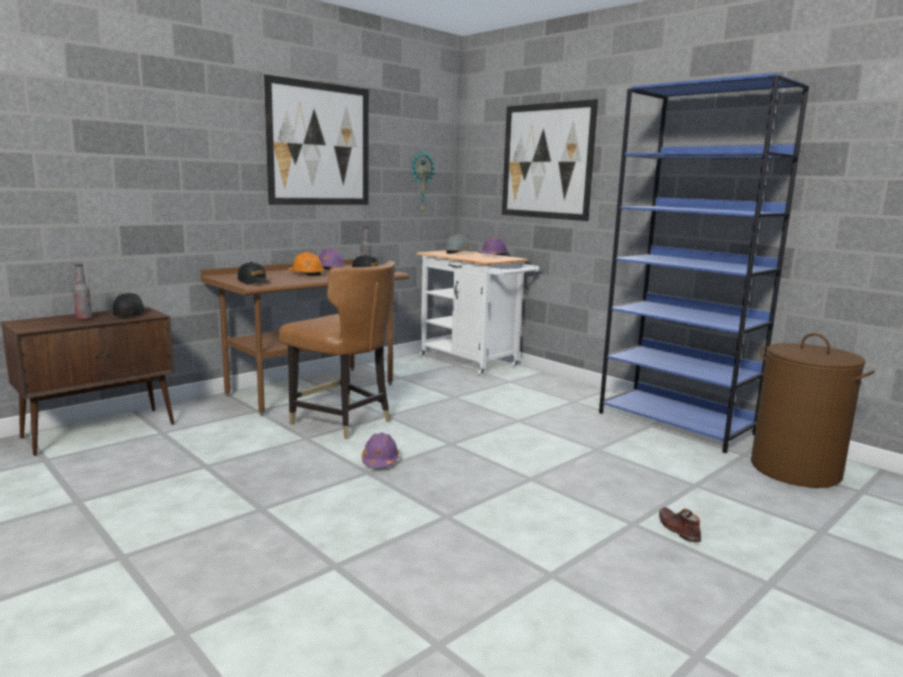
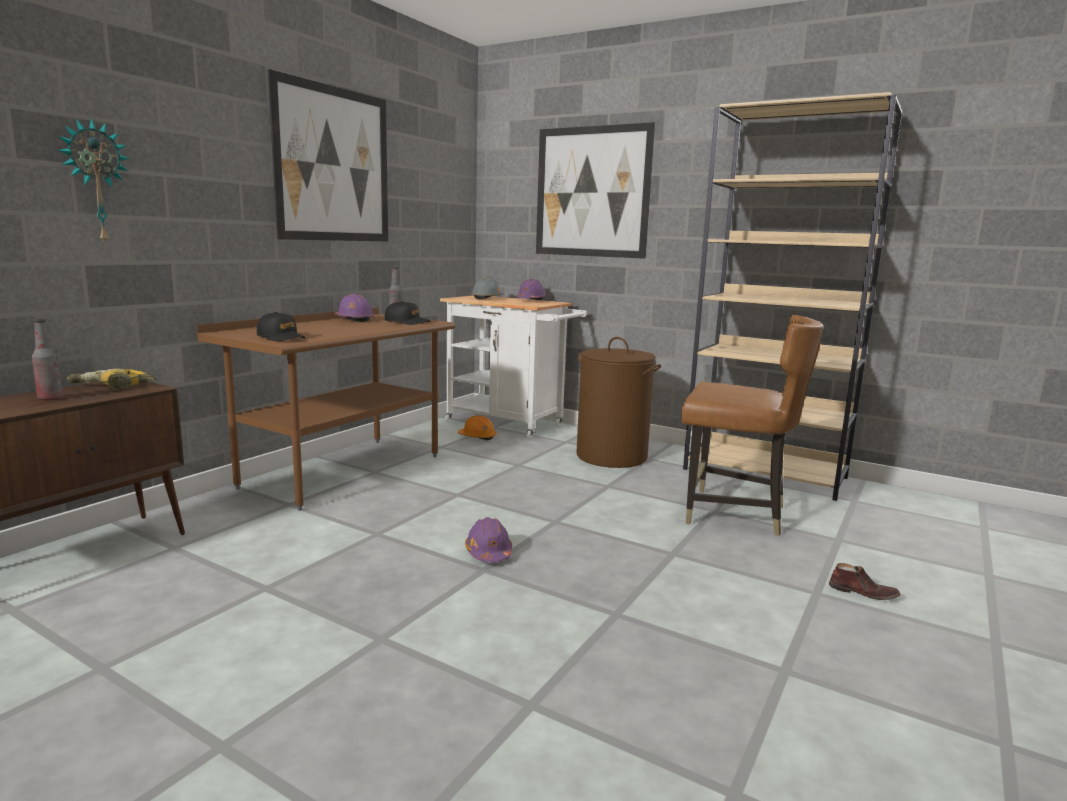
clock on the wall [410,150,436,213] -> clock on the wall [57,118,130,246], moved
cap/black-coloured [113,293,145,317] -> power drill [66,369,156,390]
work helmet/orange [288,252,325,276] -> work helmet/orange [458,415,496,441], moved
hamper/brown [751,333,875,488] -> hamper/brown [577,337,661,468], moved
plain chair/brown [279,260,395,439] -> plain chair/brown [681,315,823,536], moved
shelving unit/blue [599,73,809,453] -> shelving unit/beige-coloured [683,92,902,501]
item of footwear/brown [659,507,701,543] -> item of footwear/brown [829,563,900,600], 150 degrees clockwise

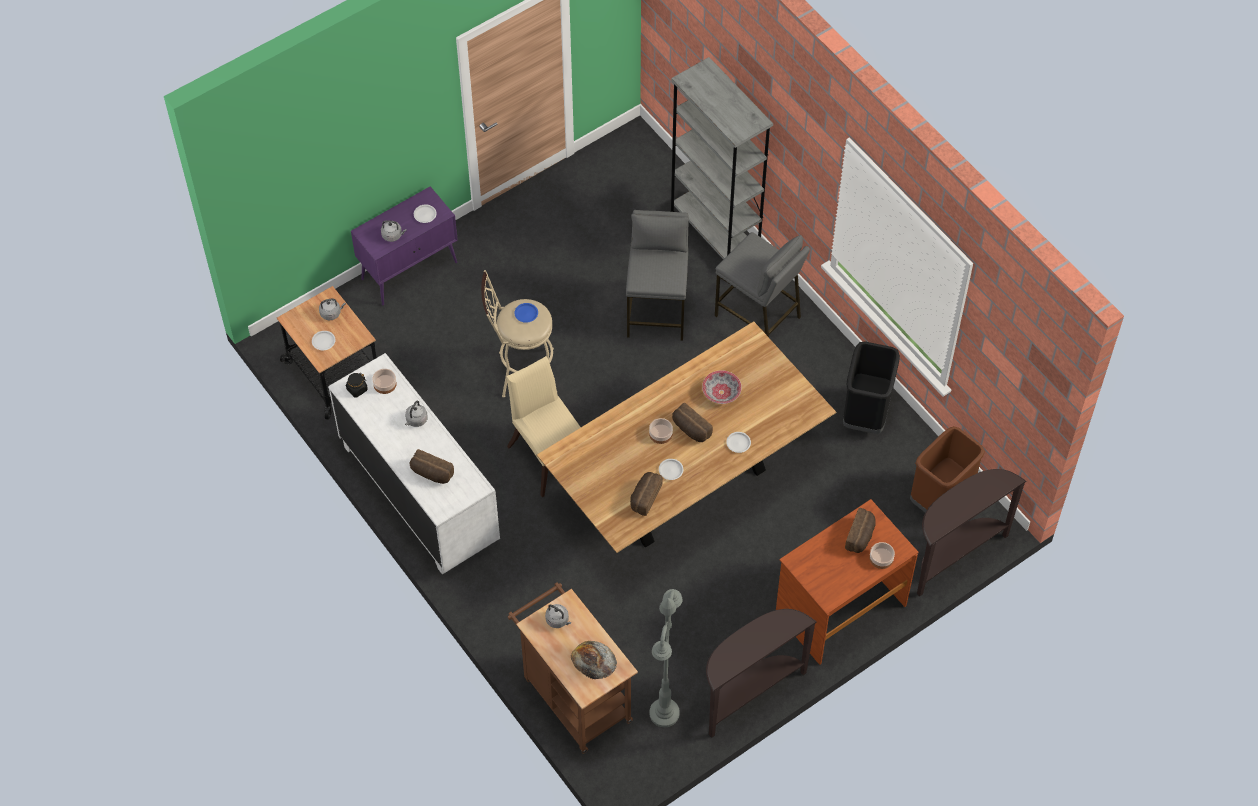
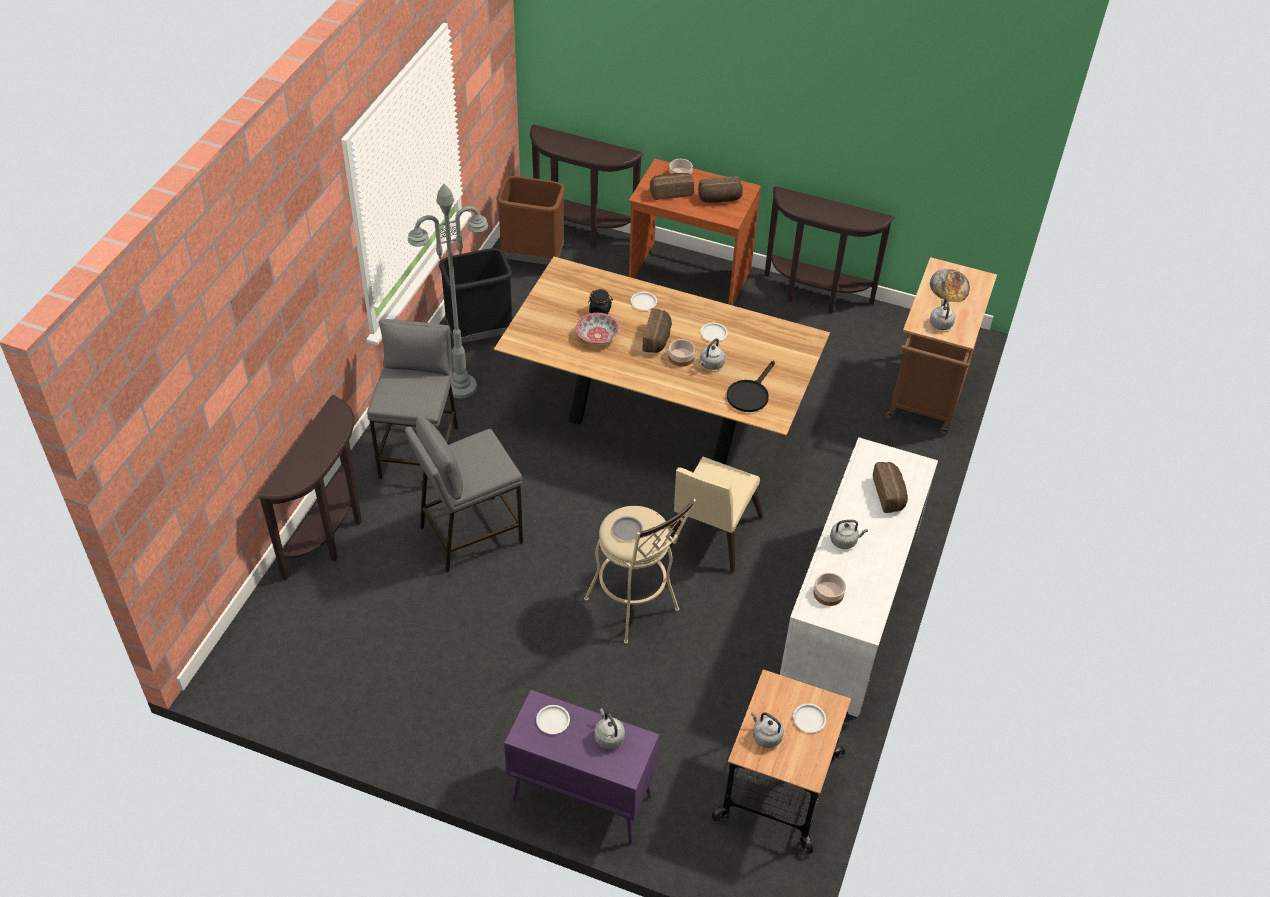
shelving unit/grey [670,57,773,260] -> narrow table/brown [258,395,362,580]
standard lamp/grey [649,589,683,727] -> standard lamp/grey [408,184,488,399], moved
preserve jar/black-coloured [345,373,368,398] -> preserve jar/black-coloured [588,289,613,314], moved
flat dish/blue [514,303,538,323] -> flat dish/grey [612,516,643,540]
bread [630,472,663,516] -> bread [698,176,743,203], moved
none -> kettle/grey [699,338,725,370]
none -> pan/black-coloured [727,361,775,412]

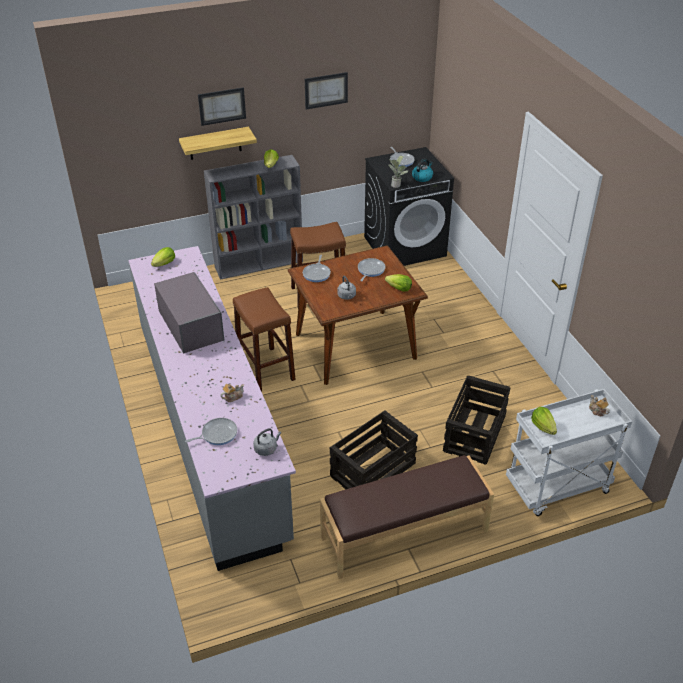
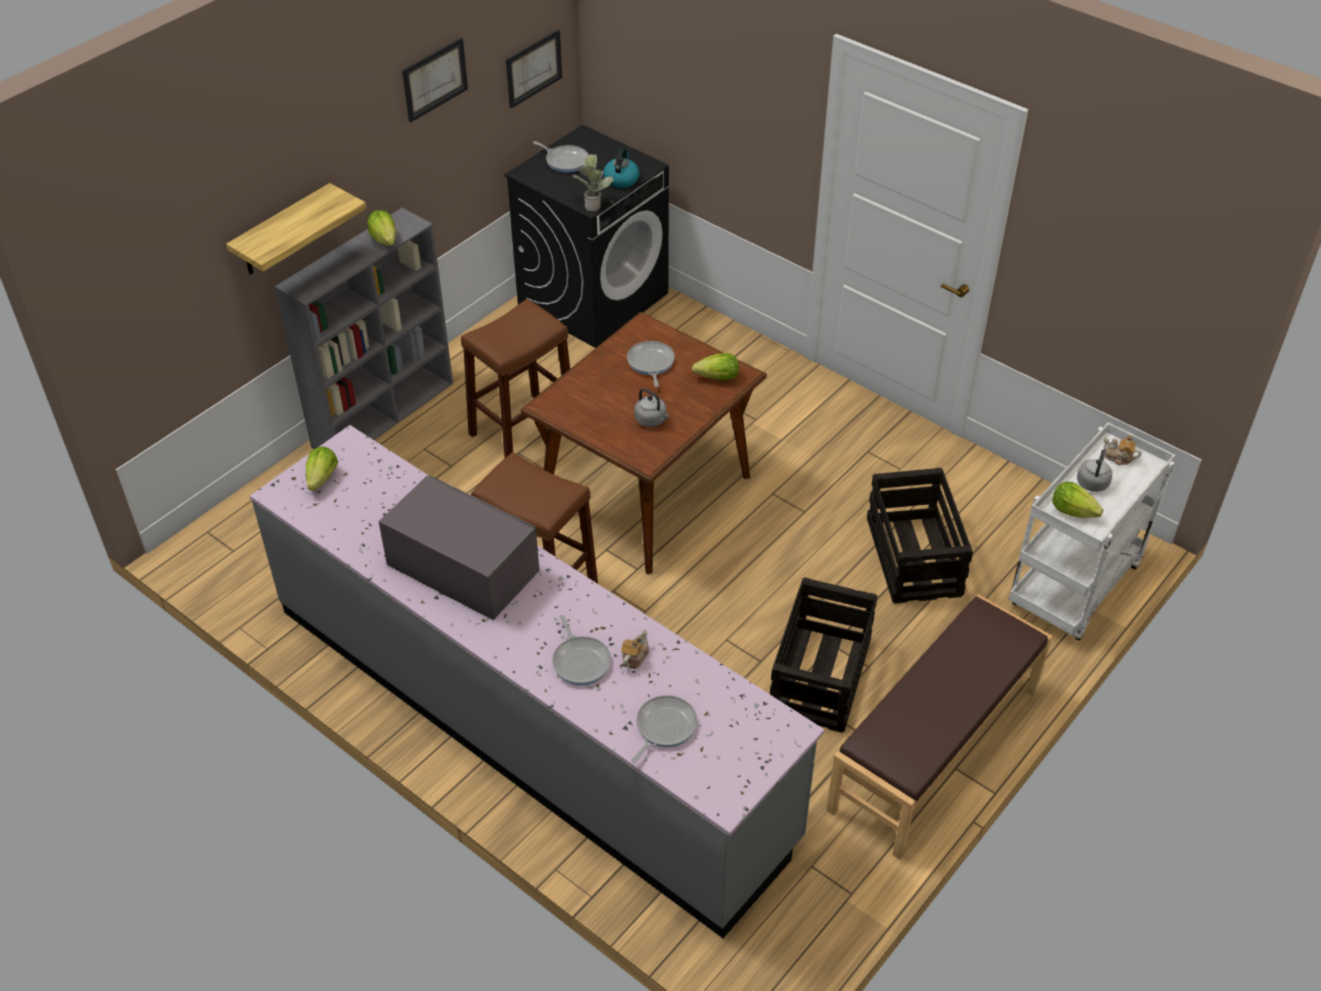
wall art [198,87,246,126] -> wall art [506,29,562,109], moved
pan [303,255,331,282] -> pan [552,615,611,686], moved
kettle/grey [253,428,281,456] -> kettle/grey [1077,450,1112,492], moved

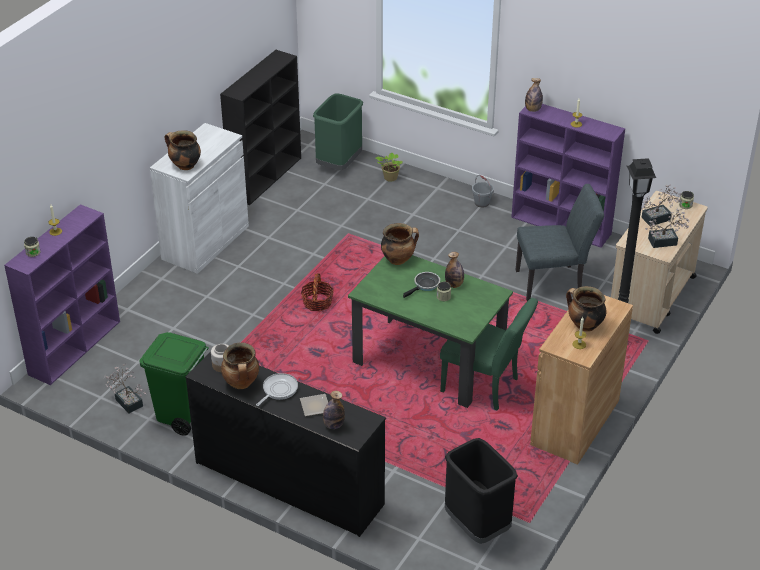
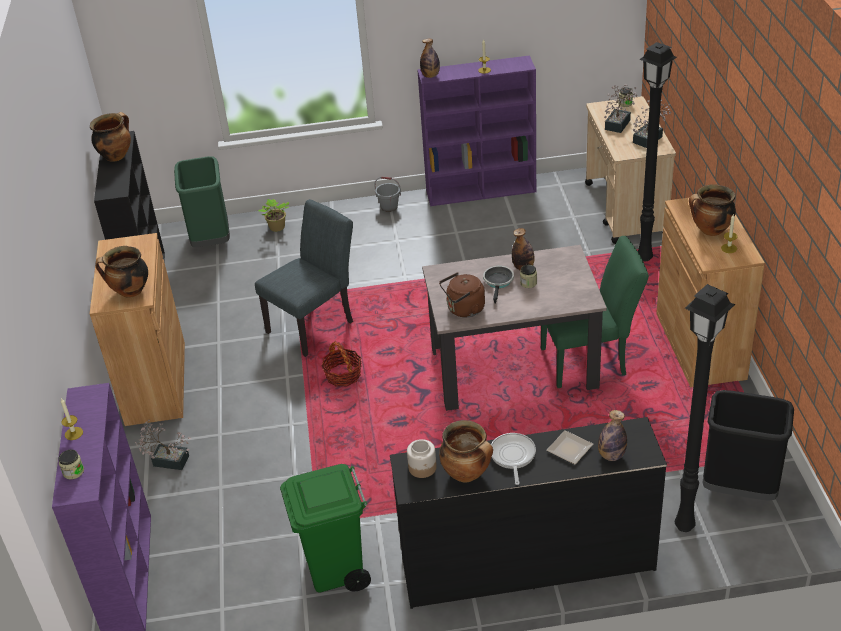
stockpot [381,223,419,265] -> stockpot [90,112,131,162], moved
cupboard/white-coloured [150,123,249,274] -> cupboard/brown [90,233,185,426]
plant in a pot [104,364,146,413] -> plant in a pot [135,420,192,470], moved
plain chair/grey [516,184,604,301] -> plain chair/grey [255,199,353,357], moved
kitchen table/greenish [348,255,513,408] -> kitchen table/beige-coloured [422,245,607,411]
none -> kettle/brown [439,272,485,317]
none -> standard lamp/black-coloured [675,284,735,532]

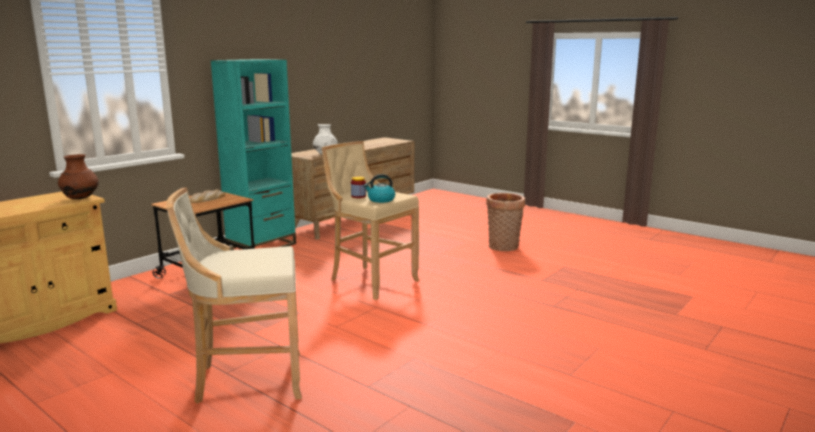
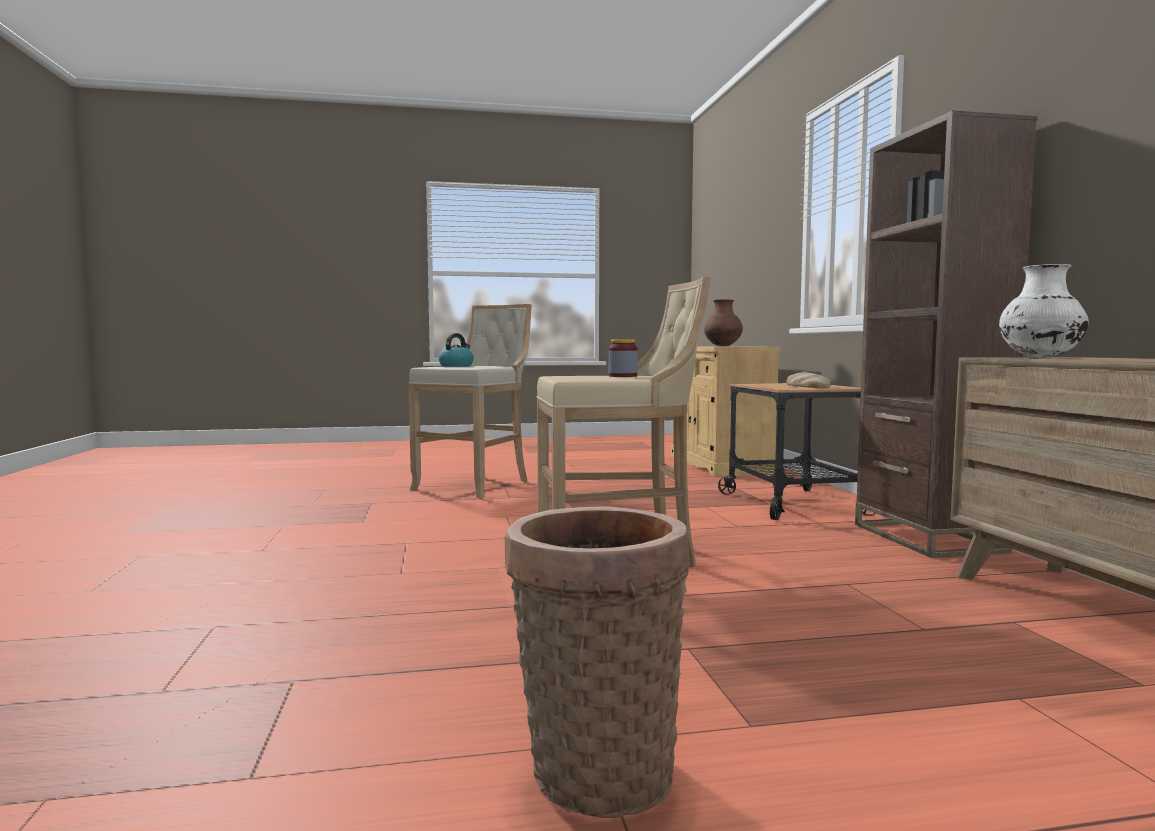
kettle [364,174,395,203] -> kettle [439,333,474,367], moved
shelving unit/turquoise-coloured [211,59,296,250] -> shelving unit/brown [855,111,1037,558]

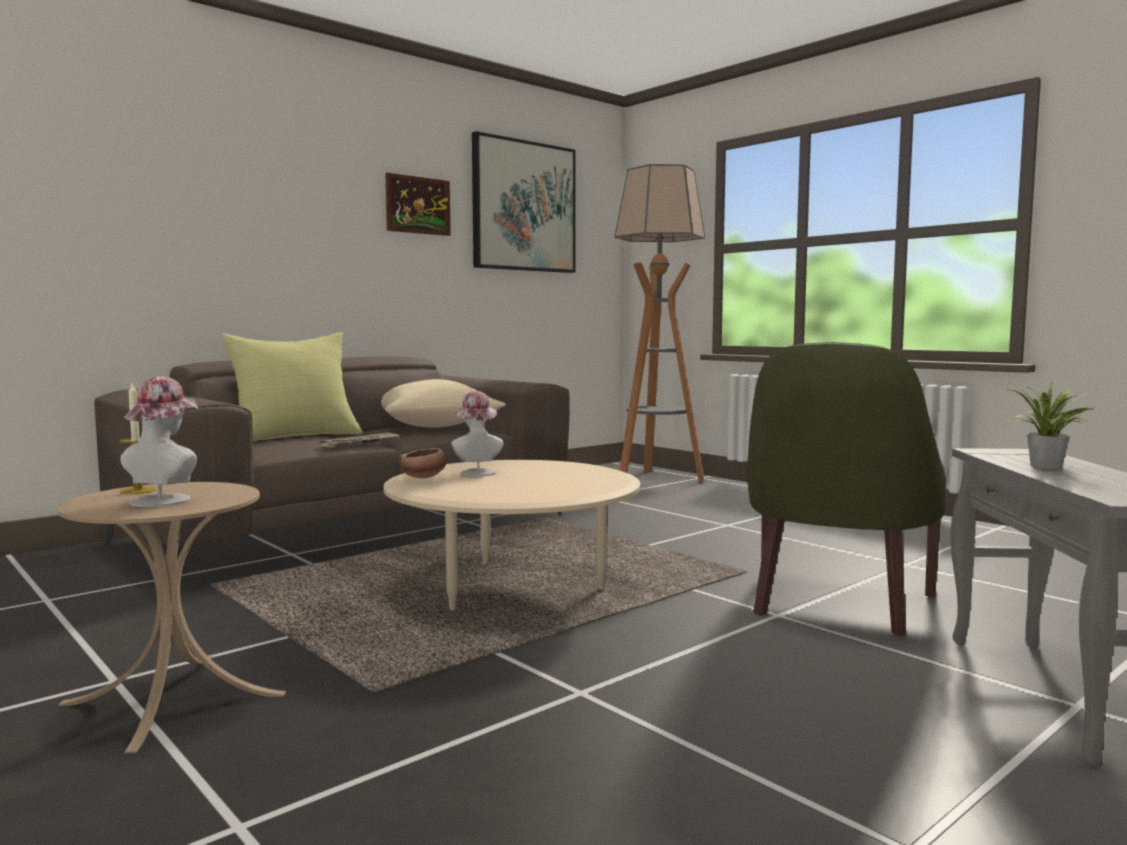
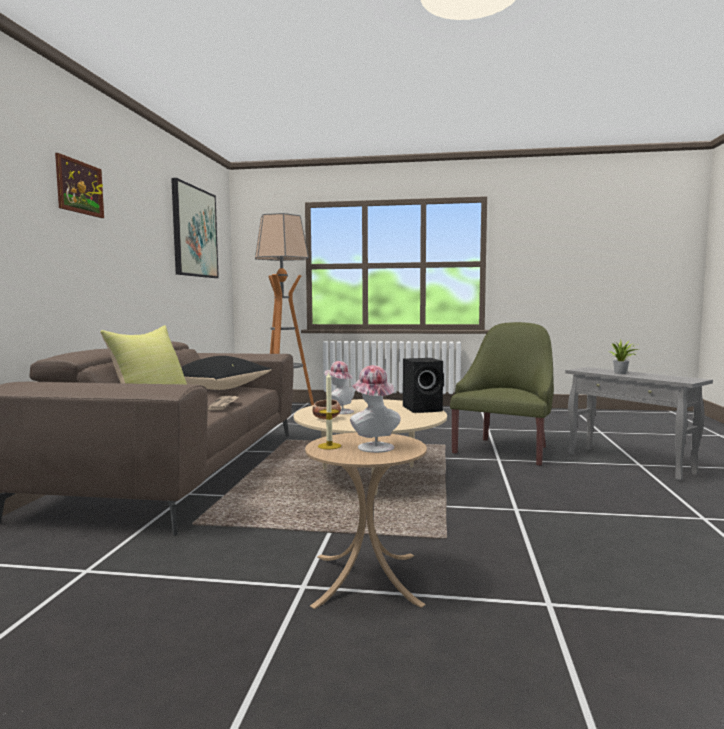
wall art [385,173,451,236] -> wall art [55,153,104,218], moved
cushion/beige-coloured [381,379,506,428] -> cushion/black-coloured [182,356,272,390]
none -> loudspeaker/black-coloured [403,358,444,413]
lounge chair/greenish [747,342,946,636] -> lounge chair/greenish [450,322,554,466], 135 degrees counterclockwise

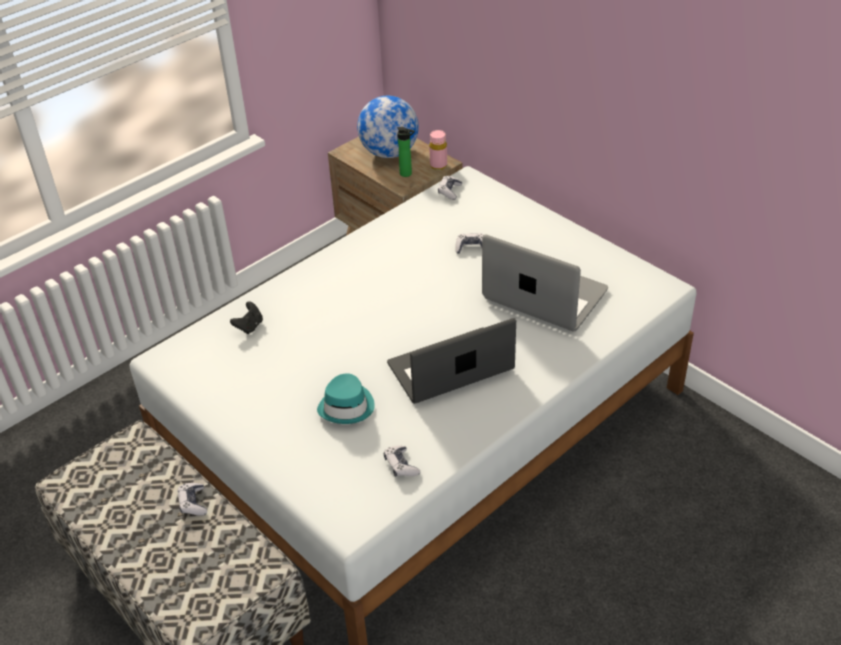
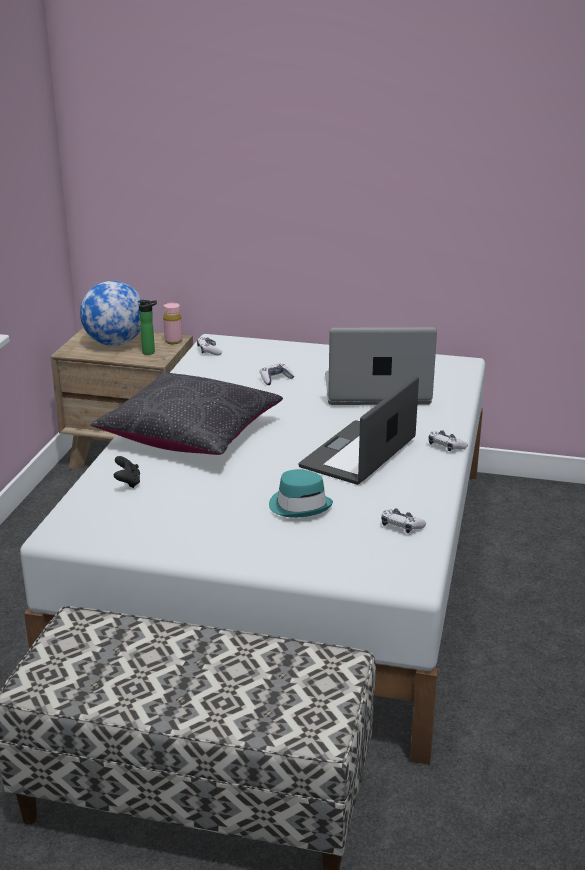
none -> cushion/black-coloured [90,373,283,455]
gamepad [178,483,207,516] -> gamepad [428,430,468,451], moved

